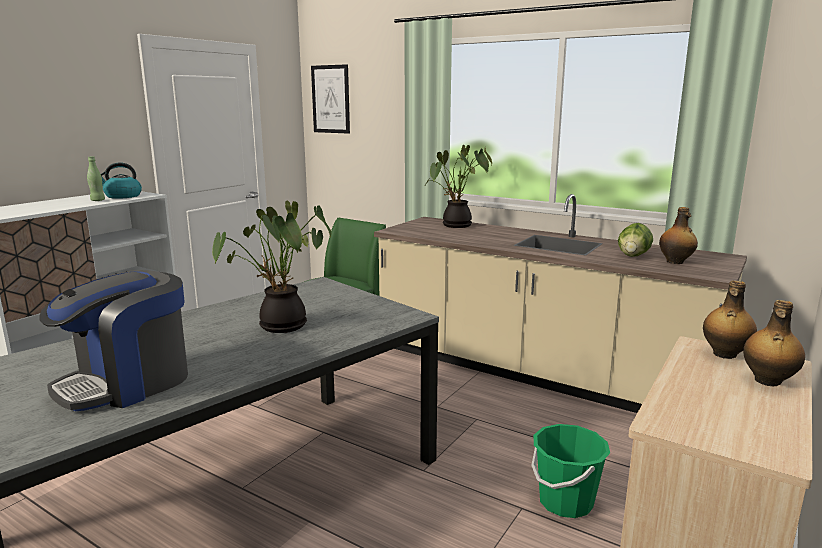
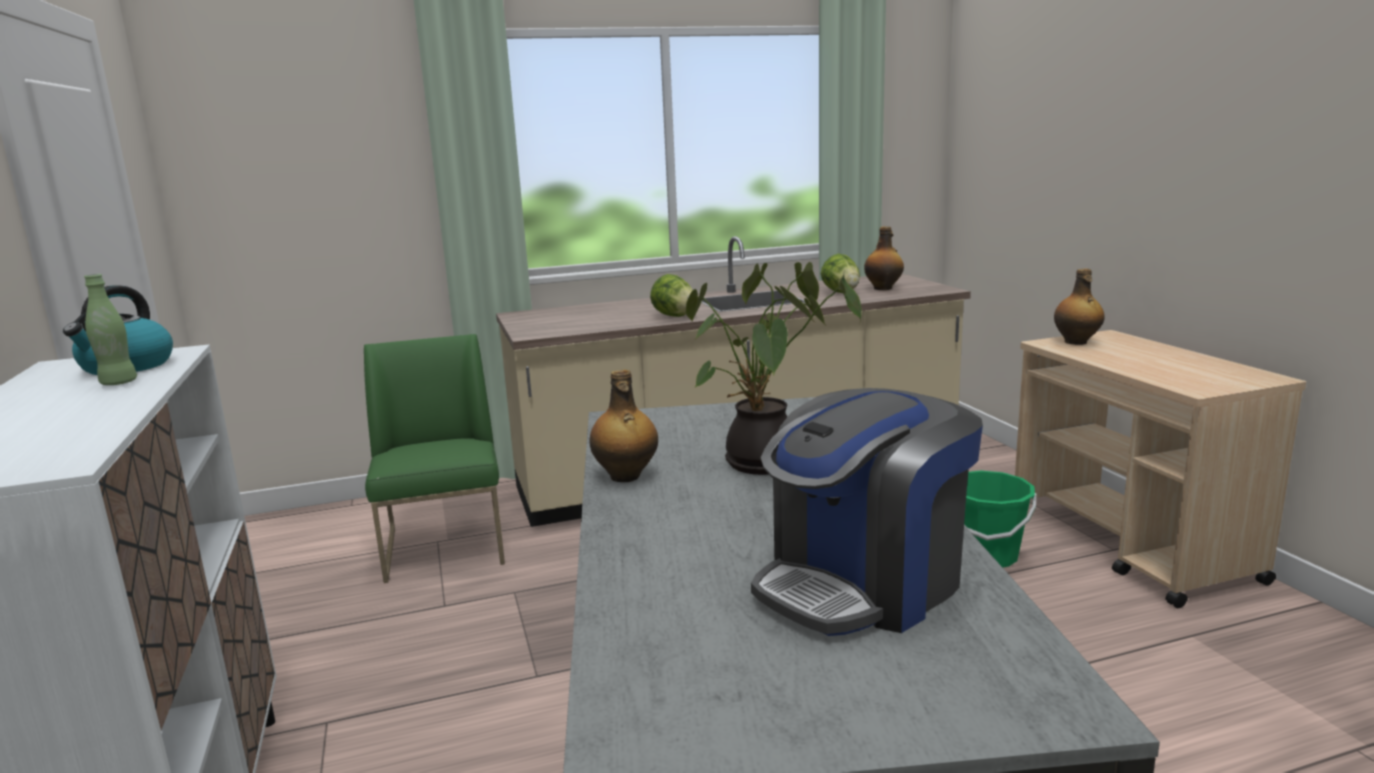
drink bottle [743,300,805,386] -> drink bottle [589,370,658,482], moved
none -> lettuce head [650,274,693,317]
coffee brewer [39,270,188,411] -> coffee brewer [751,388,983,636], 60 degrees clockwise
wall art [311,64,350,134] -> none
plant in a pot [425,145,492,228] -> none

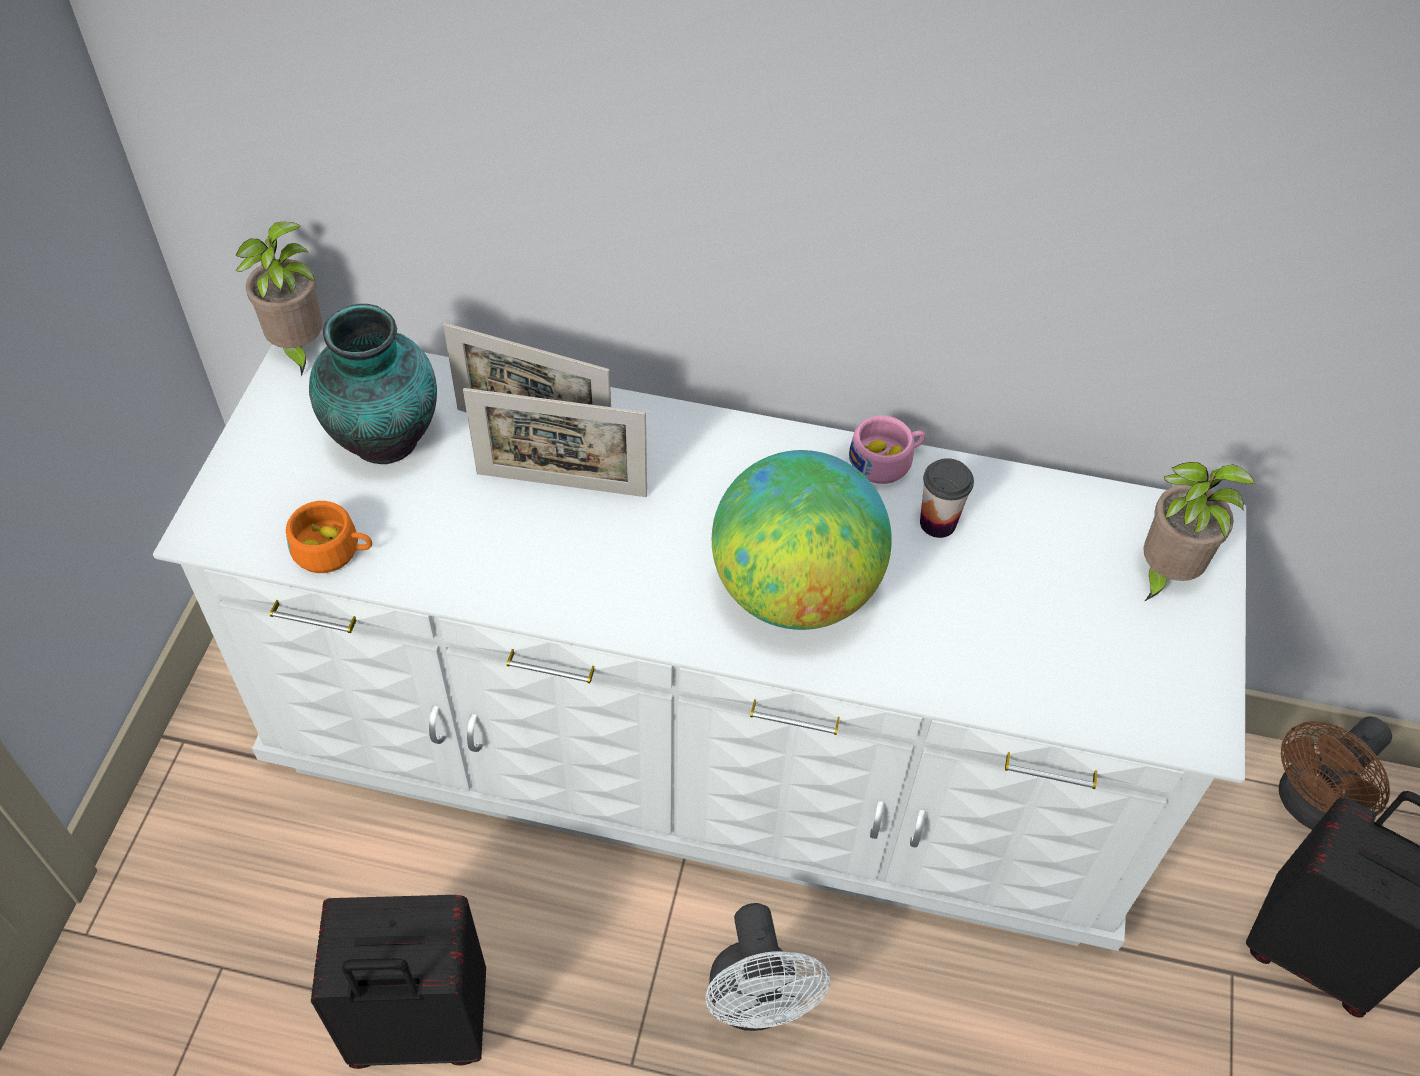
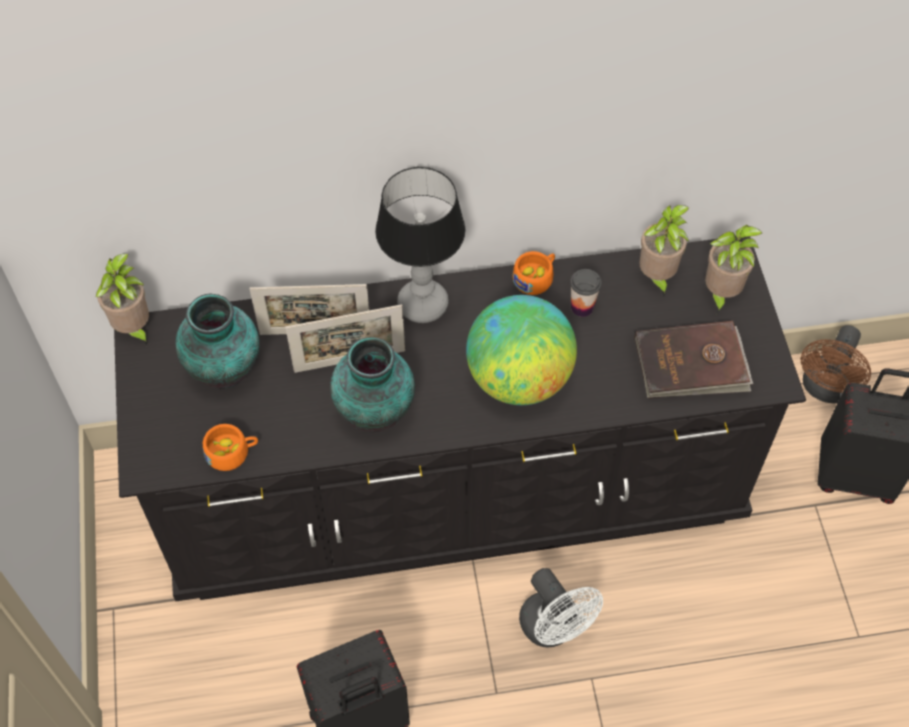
dresser/white-coloured [153,333,1246,951] -> dresser/black-coloured [114,237,806,601]
none -> flower vase [330,337,415,432]
none -> lamp for a table [375,167,466,323]
small cup/pinkish [849,416,926,484] -> small cup/orange [512,251,555,295]
none -> volume/brown [634,321,753,399]
none -> plant in a pot [640,205,689,297]

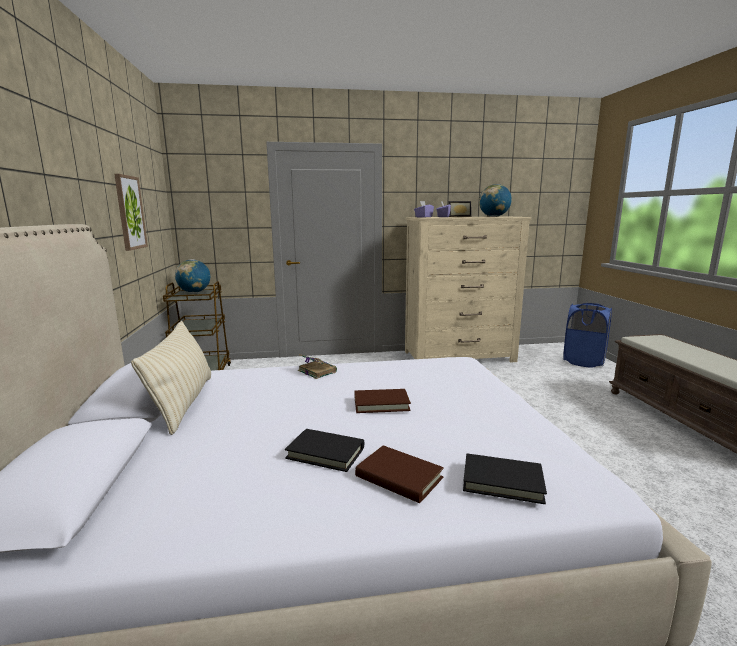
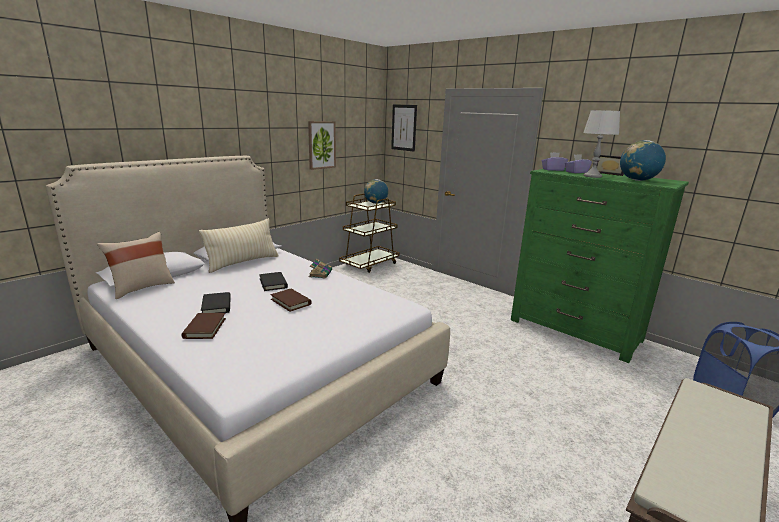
none -> cushion/beige-coloured [97,232,175,299]
volume/black-coloured [463,454,547,504] -> volume/black-coloured [259,272,288,291], moved
none -> wall art [391,104,417,152]
dresser/beige-coloured [405,216,531,363] -> dresser/greenish [511,168,689,363]
none -> lamp for a table/grey [583,110,620,178]

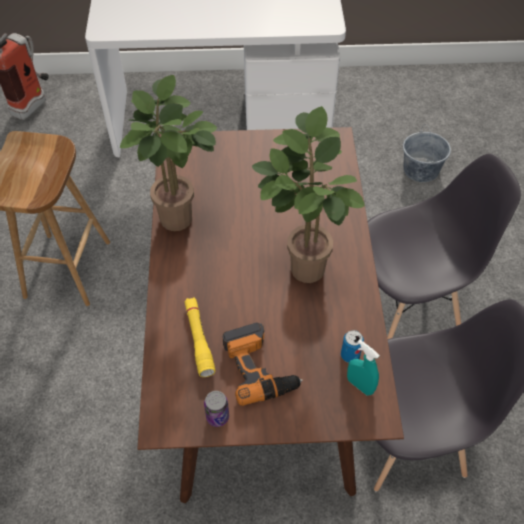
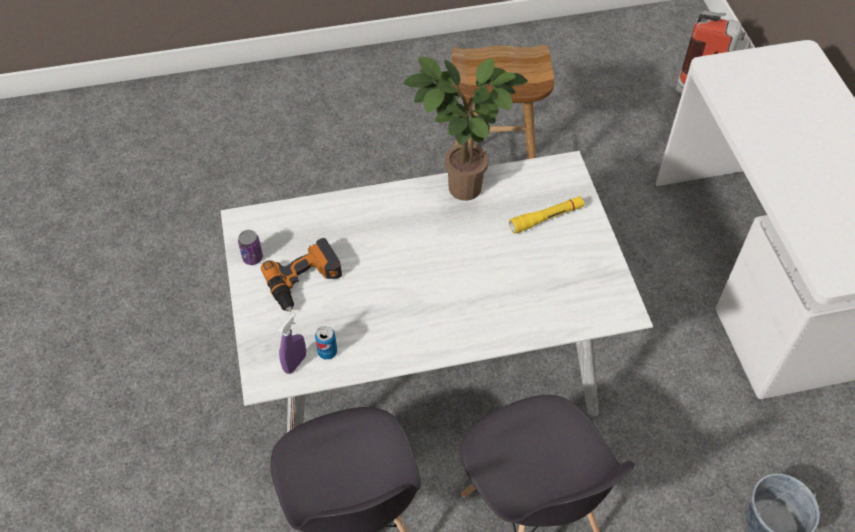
kitchen table/brown [137,127,404,503] -> kitchen table/white-coloured [221,151,653,432]
spray bottle/turquoise-coloured [347,339,380,396] -> spray bottle/purple-coloured [278,313,306,374]
flashlight/yellow-coloured [185,297,215,377] -> flashlight/yellow-coloured [509,196,584,234], moved
plant in a pot [252,106,365,283] -> none

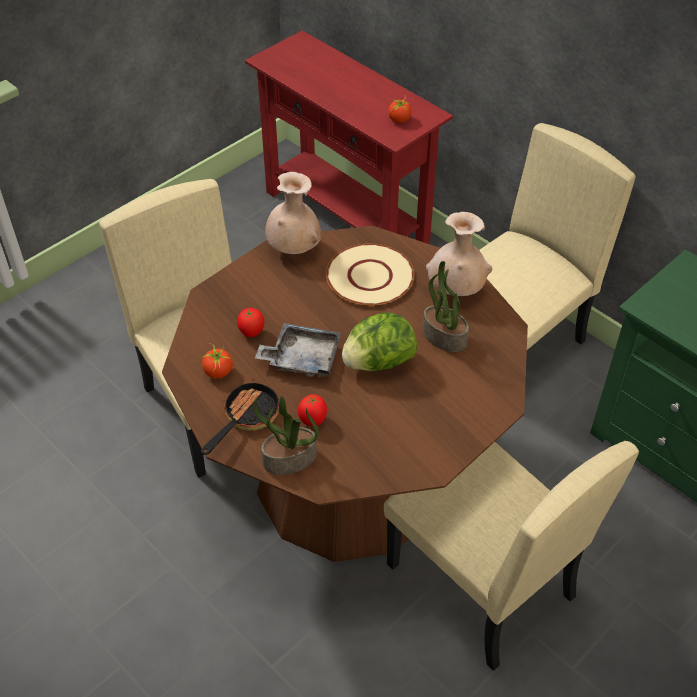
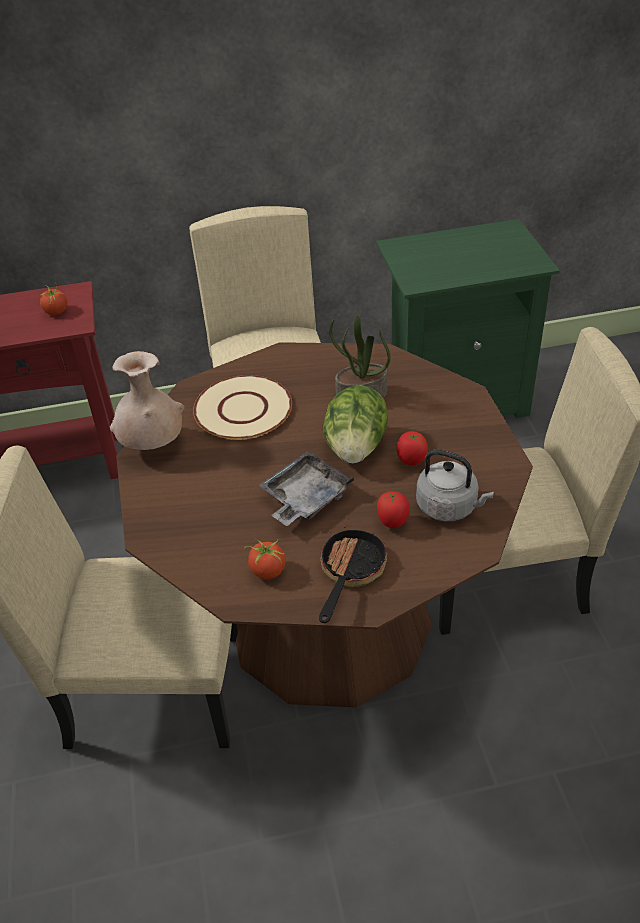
pan [201,379,279,455] -> pan [319,525,388,623], 45 degrees clockwise
whole tomato [237,308,264,337] -> whole tomato [396,431,428,466], moved
none -> kettle/grey [416,449,494,521]
plant in a pot [253,396,319,475] -> none
flower vase/beige-coloured [426,212,492,296] -> none

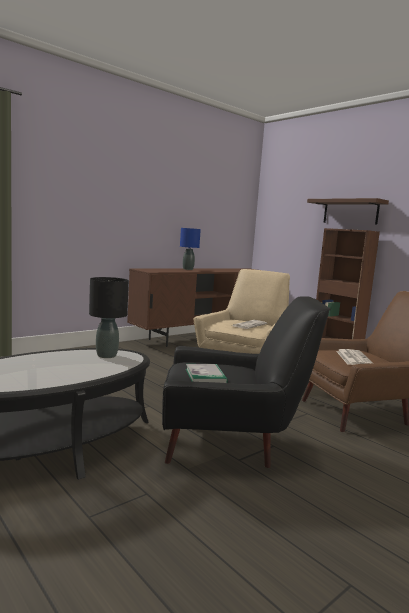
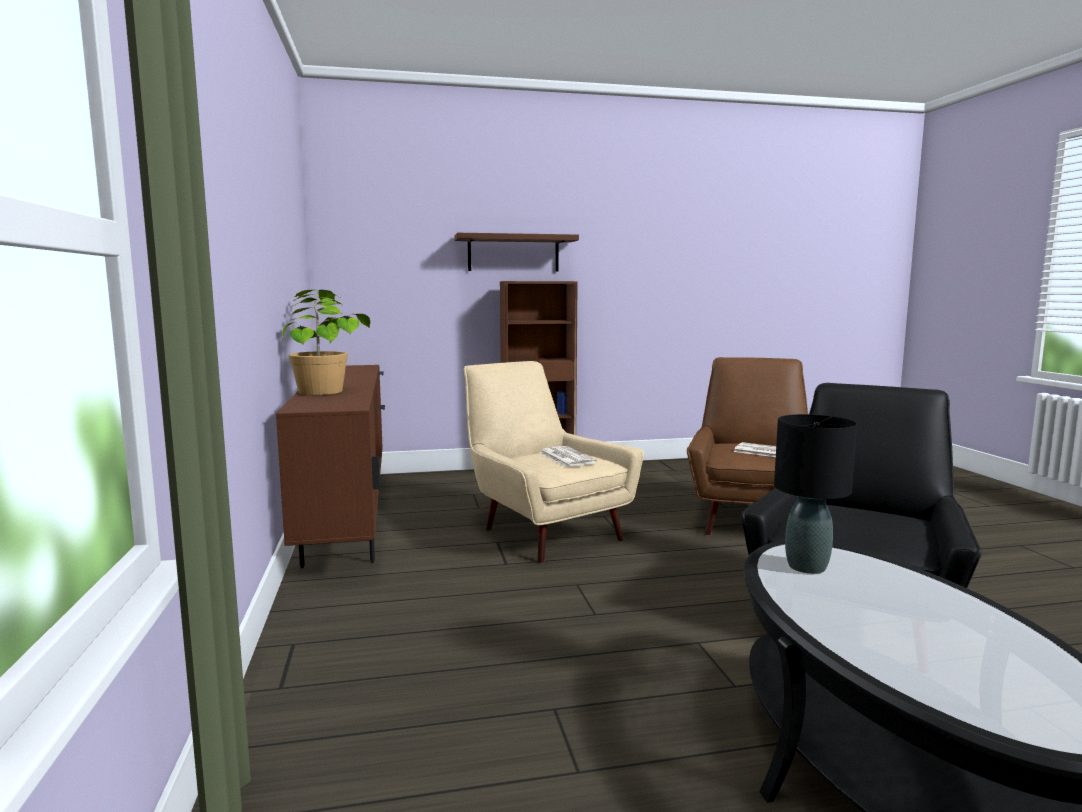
lamp for a table/blue [180,228,201,270] -> plant in a pot [281,289,370,395]
volume [186,364,228,383] -> none

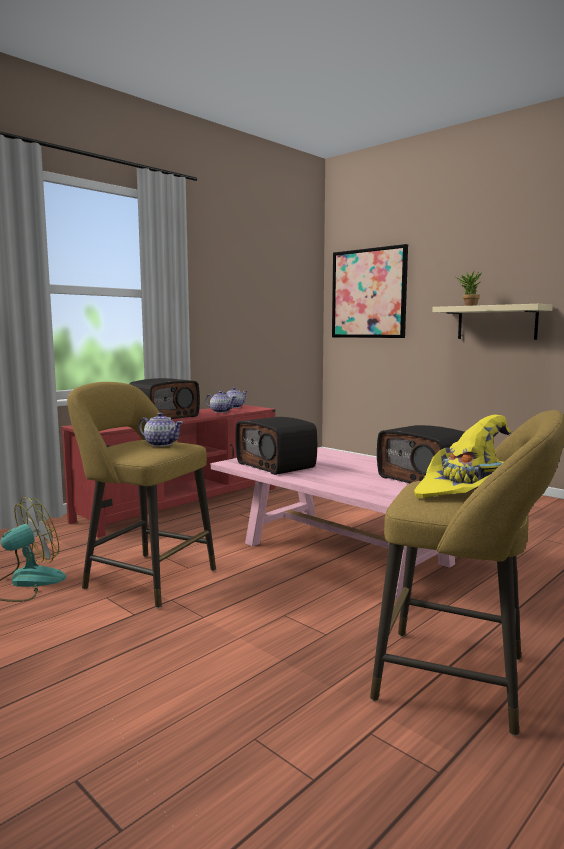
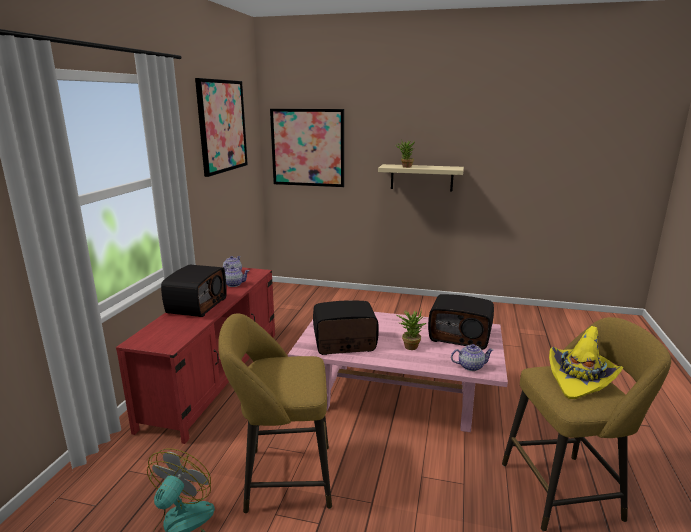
none -> wall art [195,78,248,177]
radio [235,417,317,475] -> radio [313,300,379,355], 150 degrees clockwise
none -> plant in a pot [396,308,426,350]
pot for tea [139,412,183,446] -> pot for tea [451,344,494,371], moved

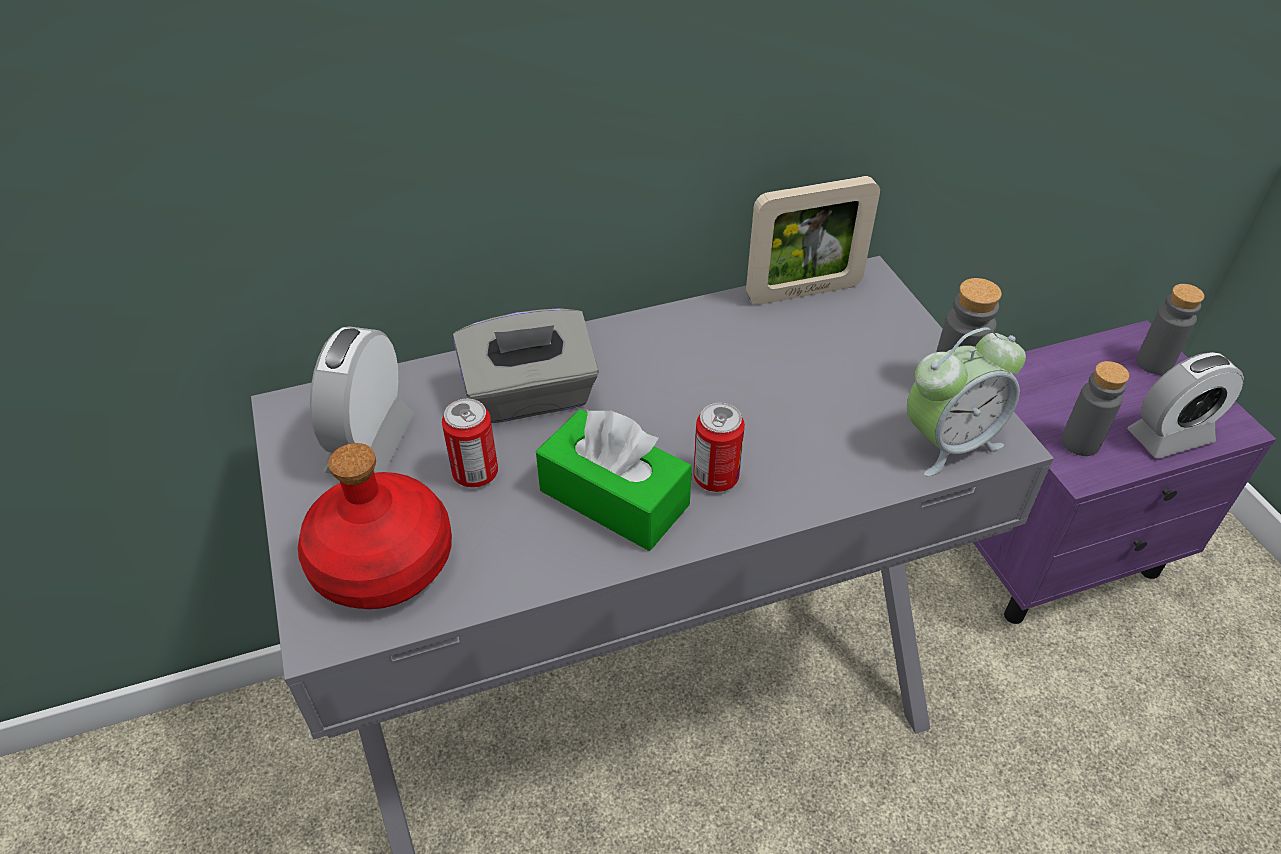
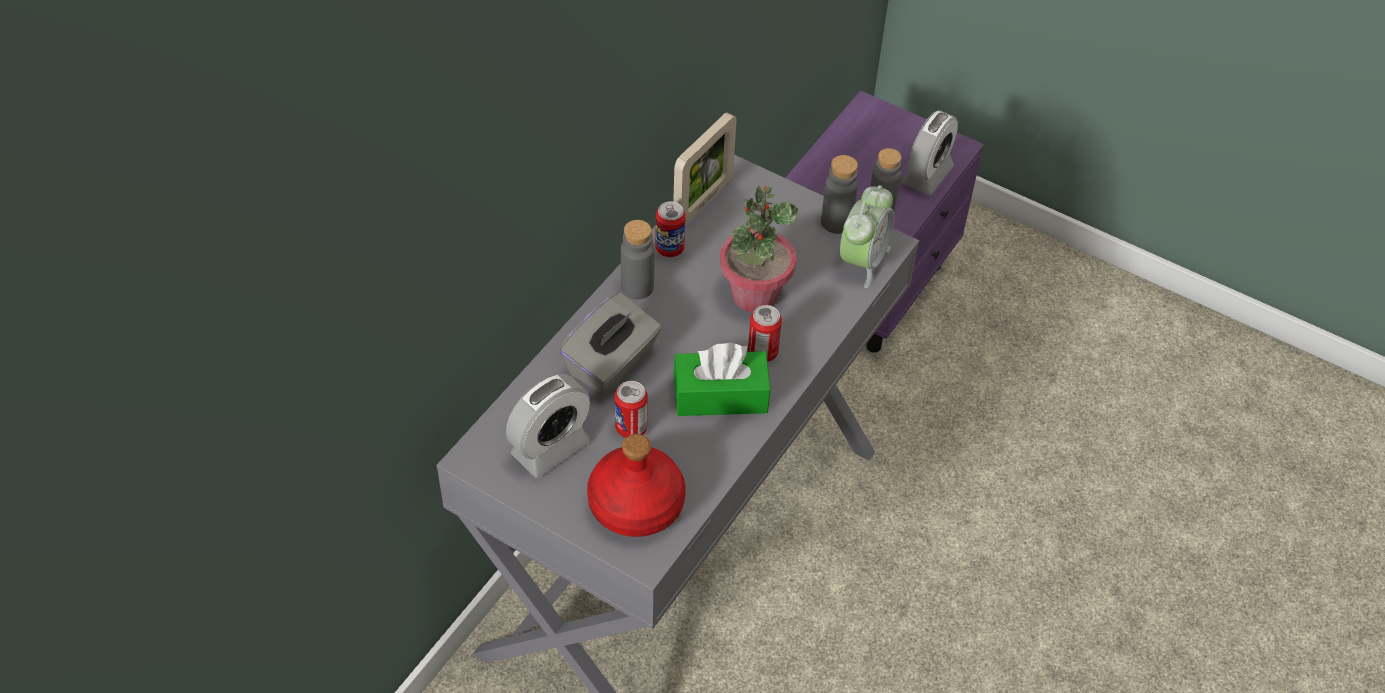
alarm clock [310,326,414,474] -> alarm clock [506,374,590,478], 105 degrees counterclockwise
drink bottle/grey [1136,284,1205,375] -> drink bottle/grey [621,220,655,300], moved
none -> sealed can [655,201,686,257]
none -> plant in a pot [720,186,798,313]

